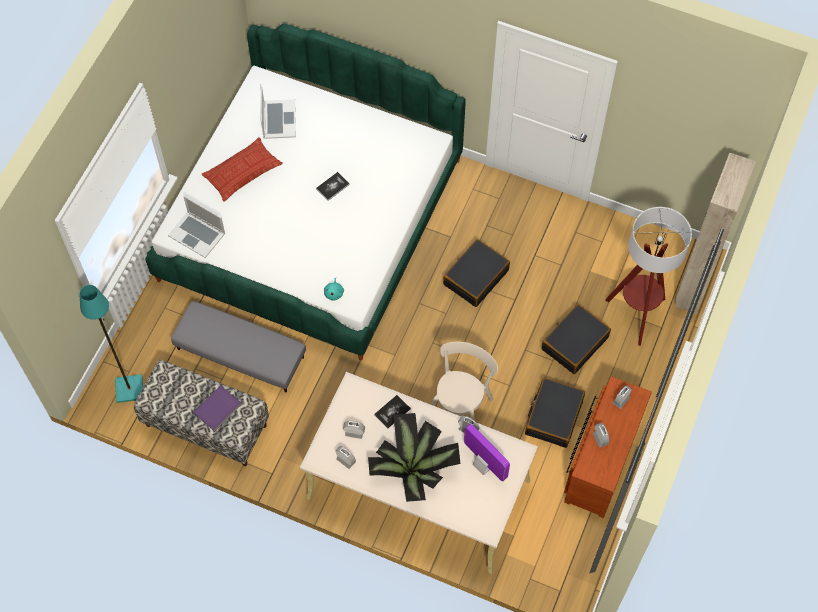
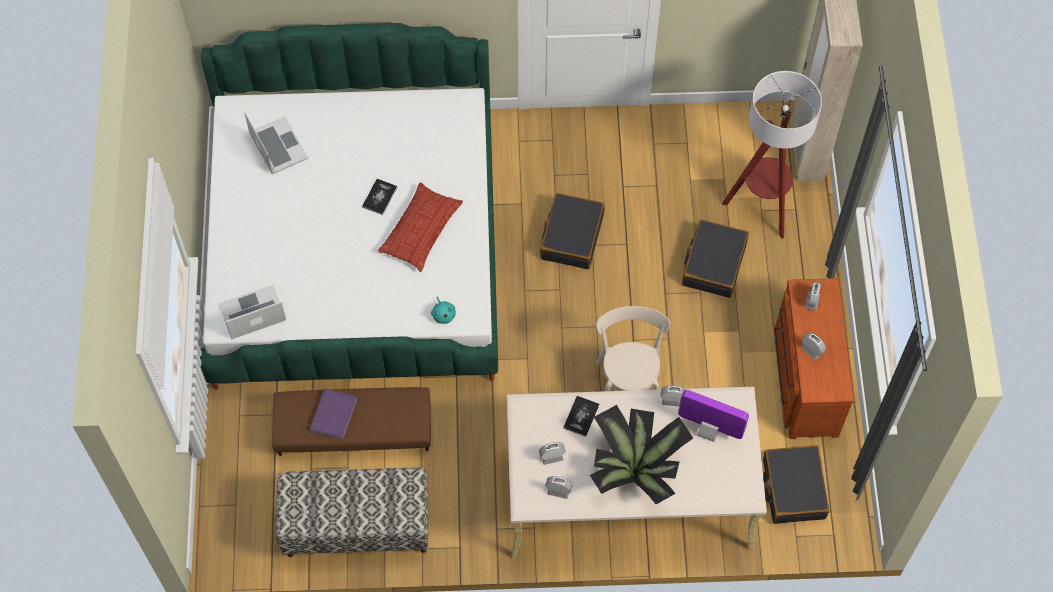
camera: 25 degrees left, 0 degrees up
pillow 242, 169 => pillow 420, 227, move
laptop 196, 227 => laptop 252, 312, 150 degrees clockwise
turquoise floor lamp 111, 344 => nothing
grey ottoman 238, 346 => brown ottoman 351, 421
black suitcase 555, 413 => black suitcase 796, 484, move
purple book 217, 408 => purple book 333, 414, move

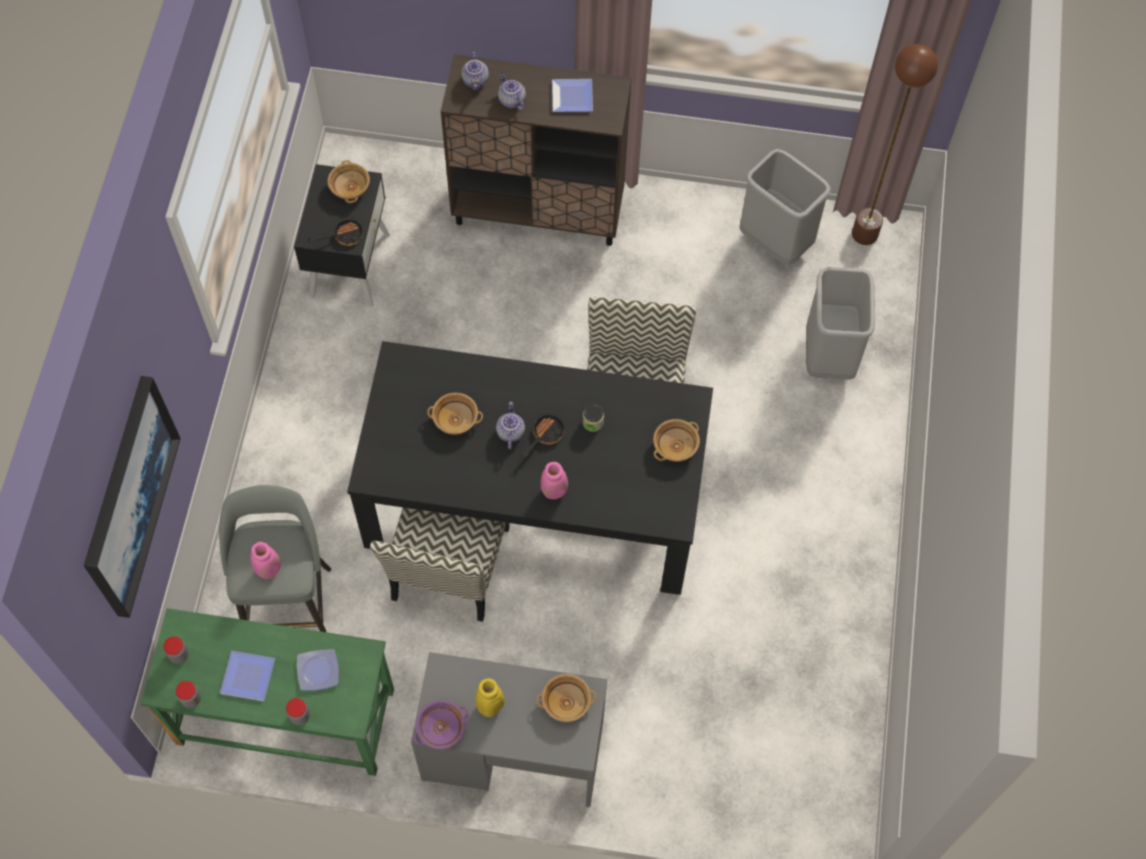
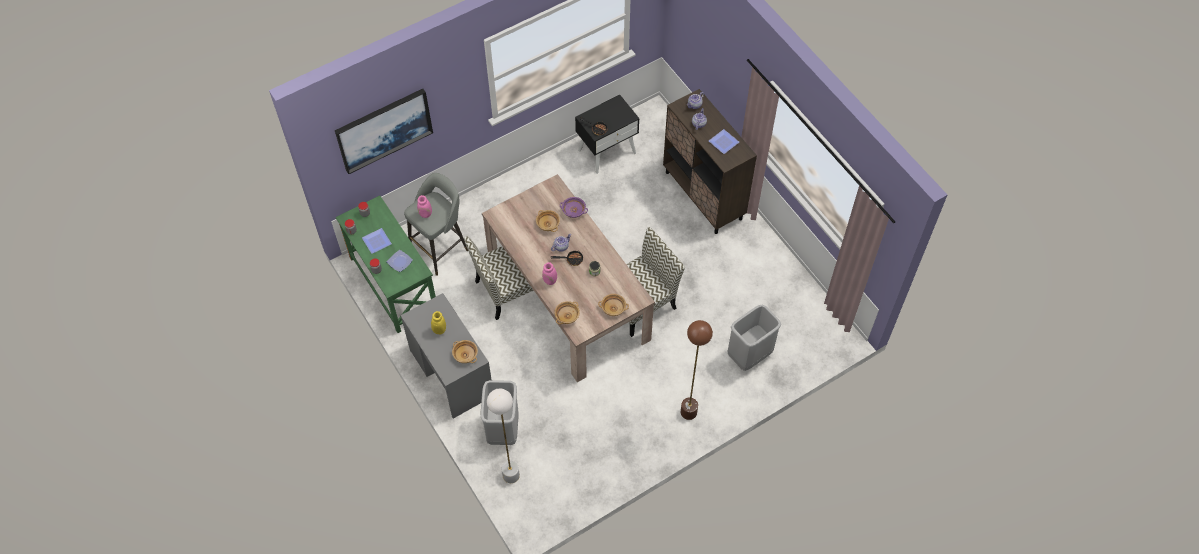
camera: 50 degrees right, 5 degrees down
brown floor lamp 895, 144 => brown floor lamp 697, 370, move
grey trash can 785, 207 => grey trash can 500, 412, move
beige bowl 348, 181 => beige bowl 567, 313, move
black dining table 530, 468 => beige dining table 568, 278
purple bowl 440, 724 => purple bowl 574, 207, move
nothing => white floor lamp 503, 435

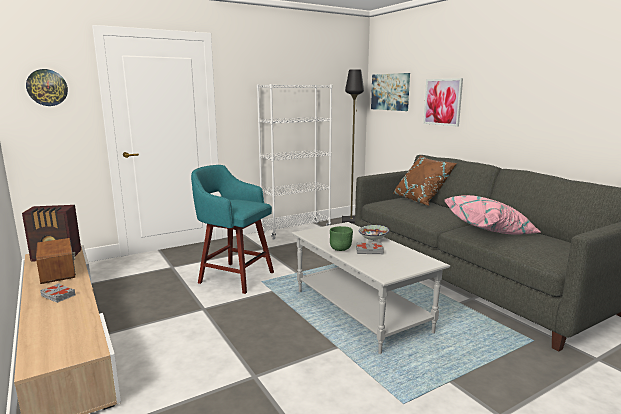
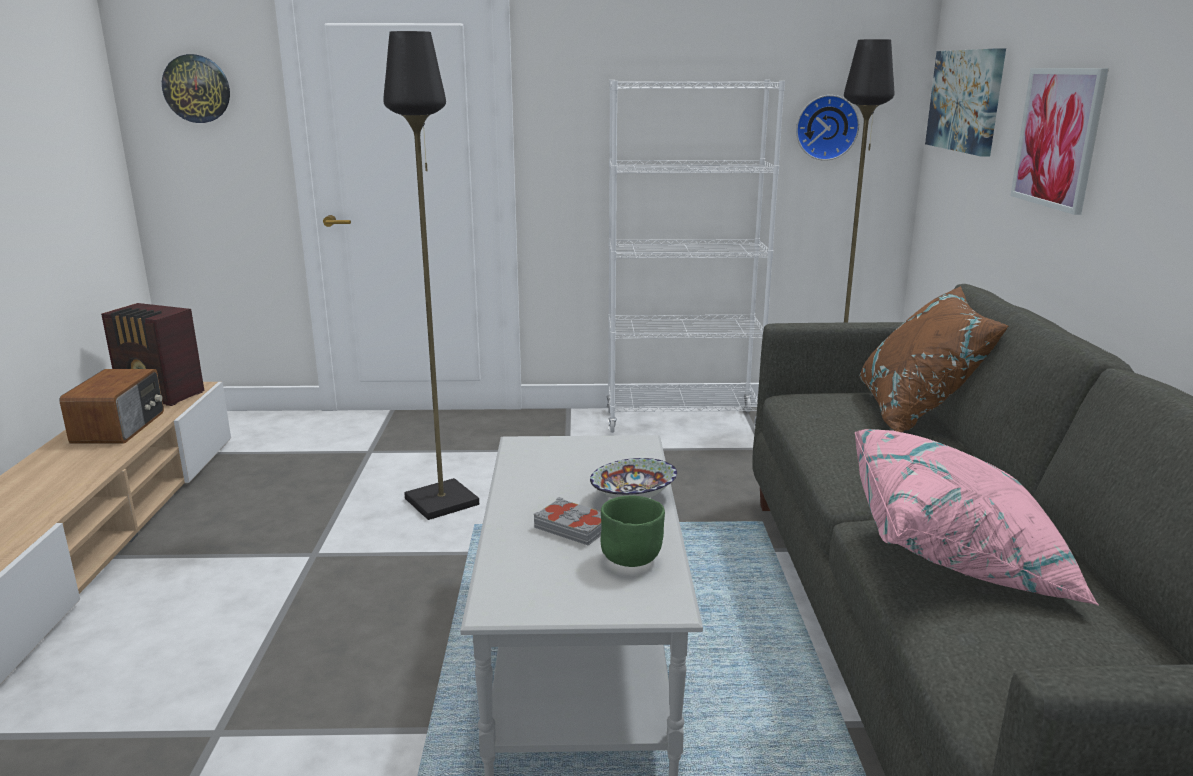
camera: 30 degrees right, 5 degrees up
turquoise stool 232, 229 => black floor lamp 431, 275
green bowl 341, 238 => green bowl 633, 531, move
grey book 57, 293 => nothing
nothing => wall clock 827, 128

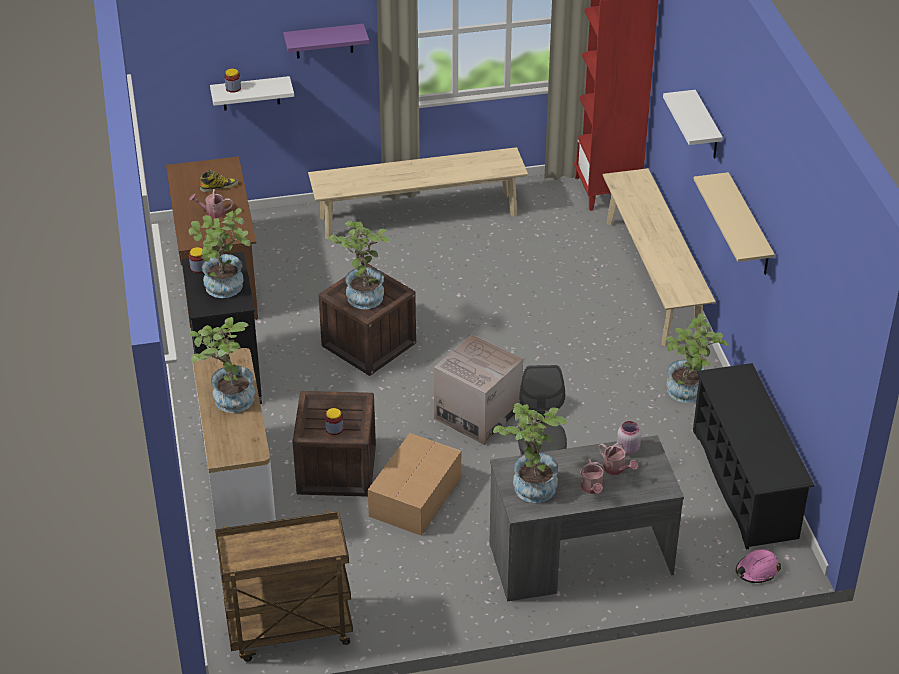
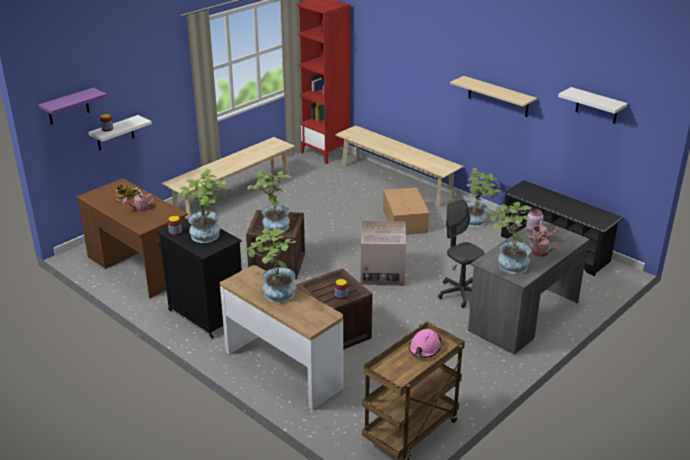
camera: 35 degrees left, 10 degrees down
purple shelf 326, 41 => purple shelf 73, 106, move
white shelf 693, 124 => white shelf 593, 105, move
cardboard box 414, 484 => cardboard box 406, 211, move
pink hard hat 758, 566 => pink hard hat 425, 343, move

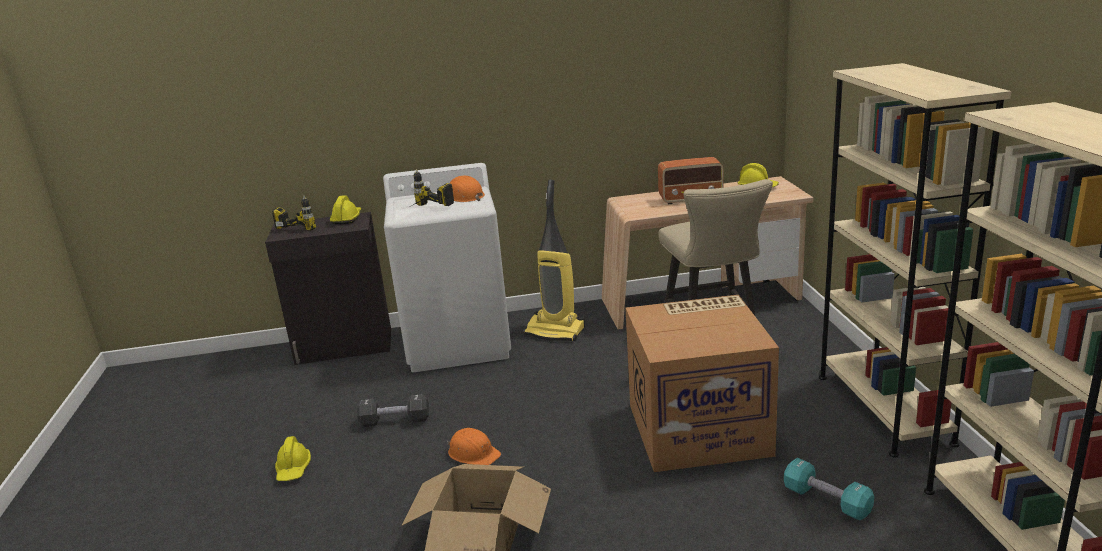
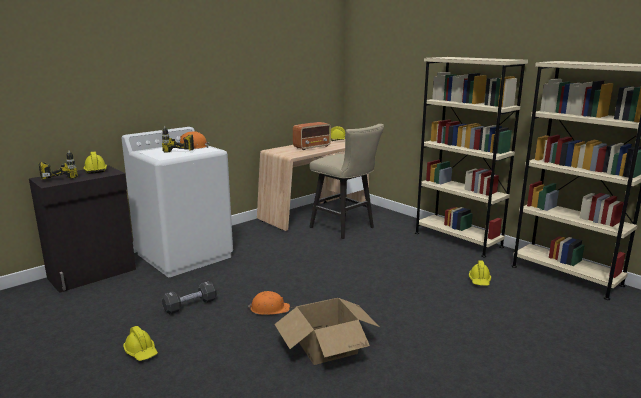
camera: 35 degrees left, 5 degrees down
vacuum cleaner 554, 260 => nothing
cardboard box 702, 383 => nothing
turquoise dumbbell 829, 489 => yellow hard hat 480, 273

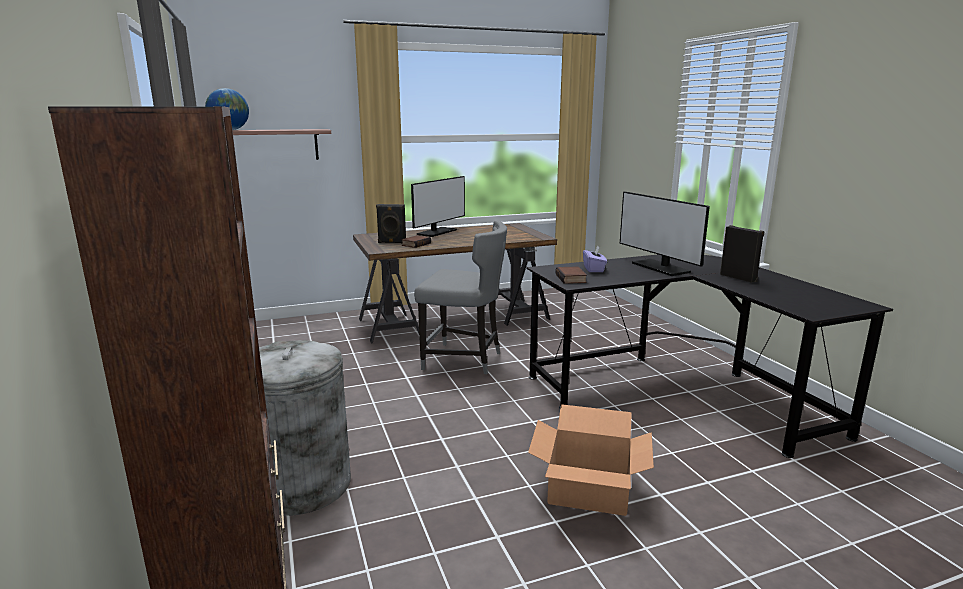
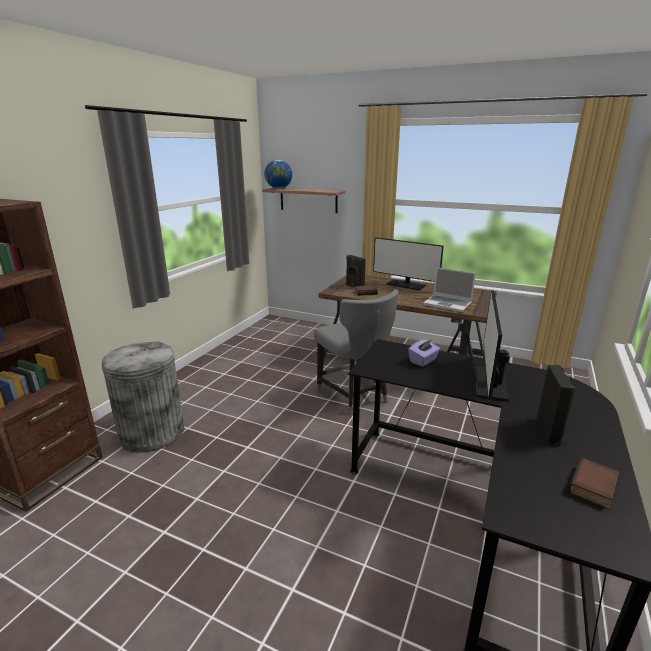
camera: 45 degrees right, 5 degrees up
monitor 438, 206 => monitor 408, 263, 45 degrees clockwise
book 571, 275 => book 593, 483, move
cardboard box 591, 460 => nothing
nothing => laptop 449, 289

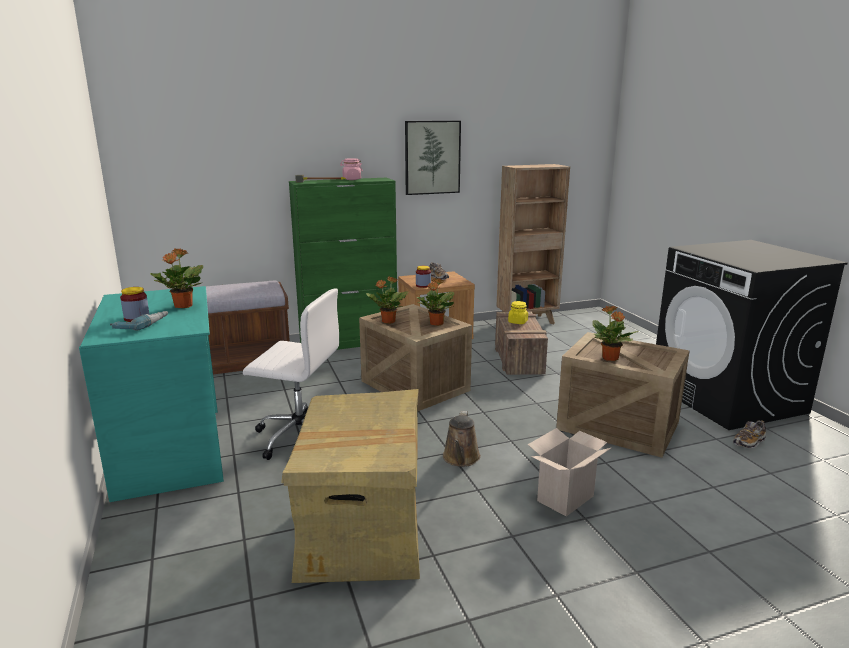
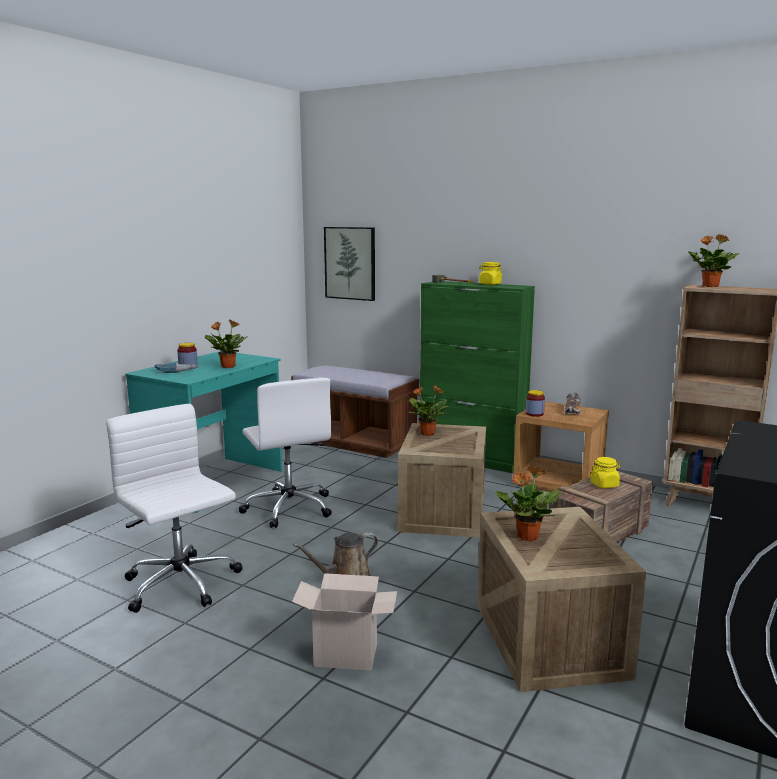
camera: 50 degrees right, 5 degrees down
picture 433, 158 => picture 349, 264, move
pink jar 351, 169 => yellow jar 490, 273
potted plant 435, 302 => potted plant 714, 260, move
cardboard box 350, 486 => white office chair 174, 508
shoe 749, 434 => nothing

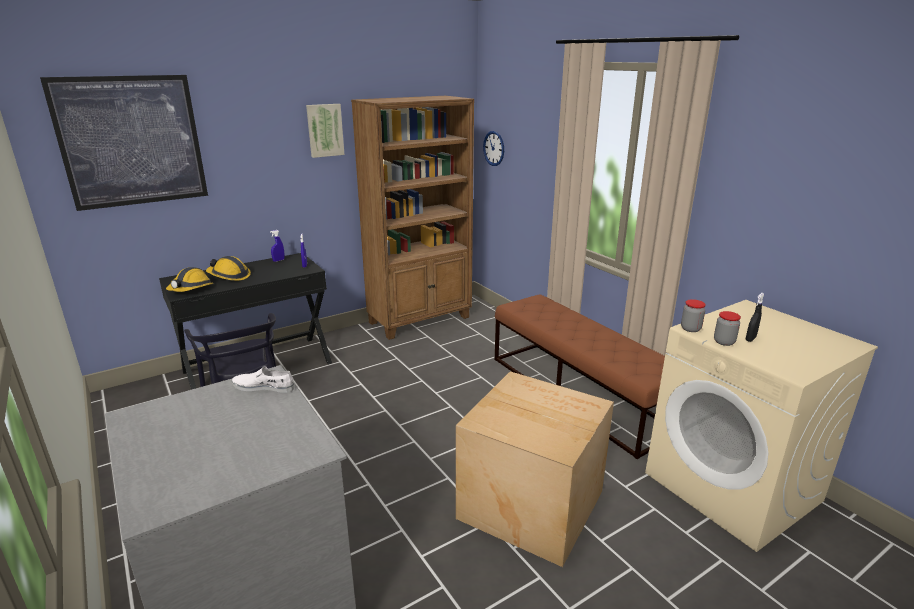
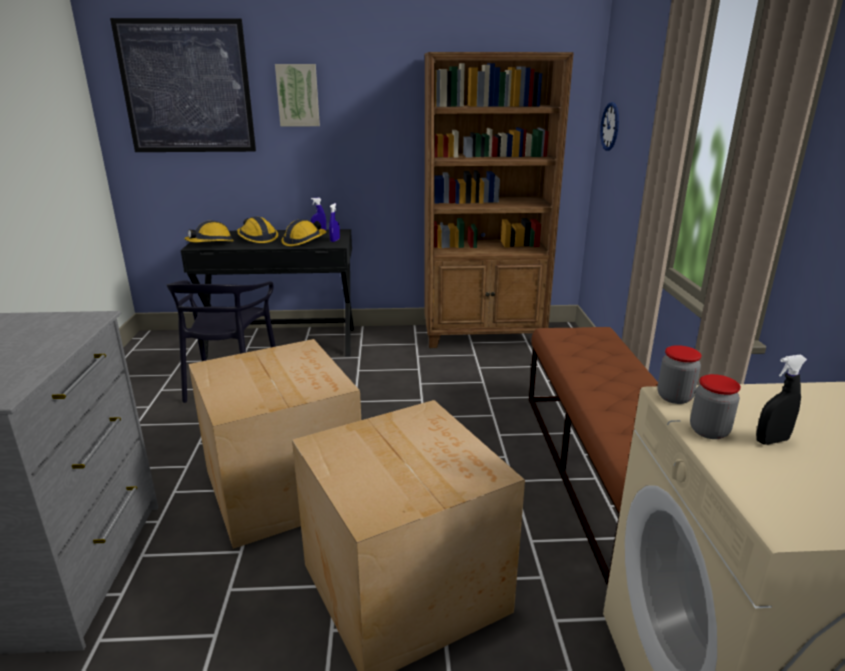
camera: 30 degrees right, 0 degrees up
picture 325, 131 => picture 297, 95, move
white shoe 263, 380 => nothing
nothing => hard hat 303, 232
nothing => cardboard box 275, 444

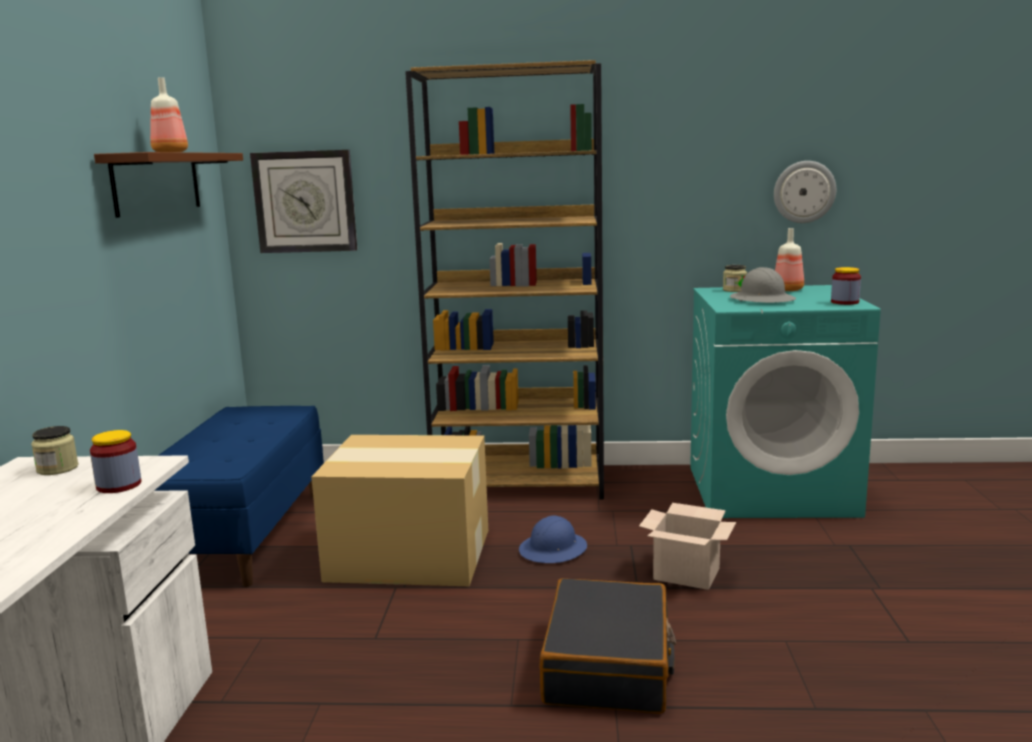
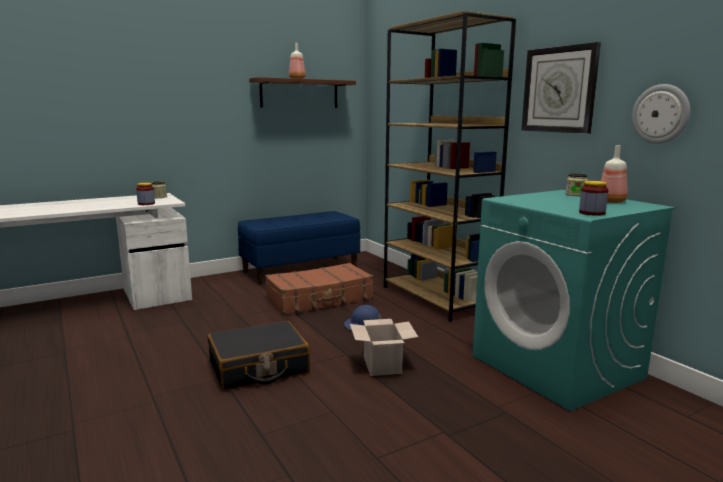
camera: 55 degrees right, 0 degrees up
wall clock 303, 201 => wall clock 561, 88, move
grey hard hat 763, 285 => nothing
cardboard box 399, 510 => brown suitcase 319, 289

